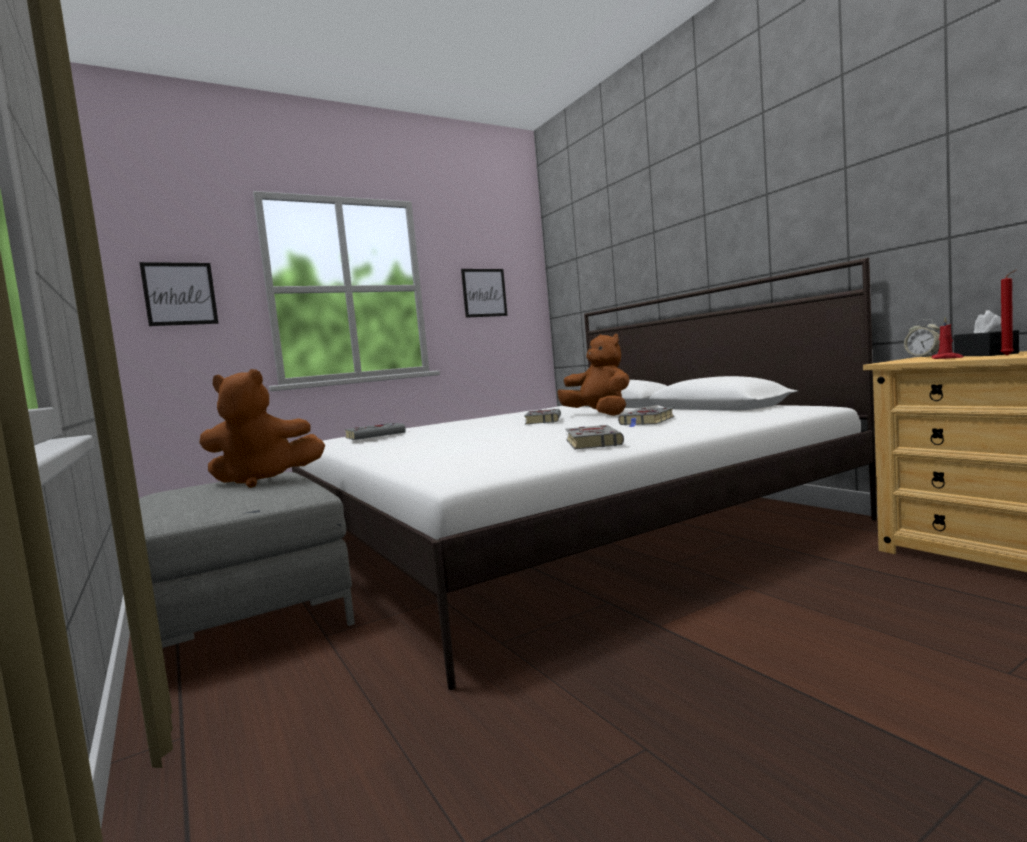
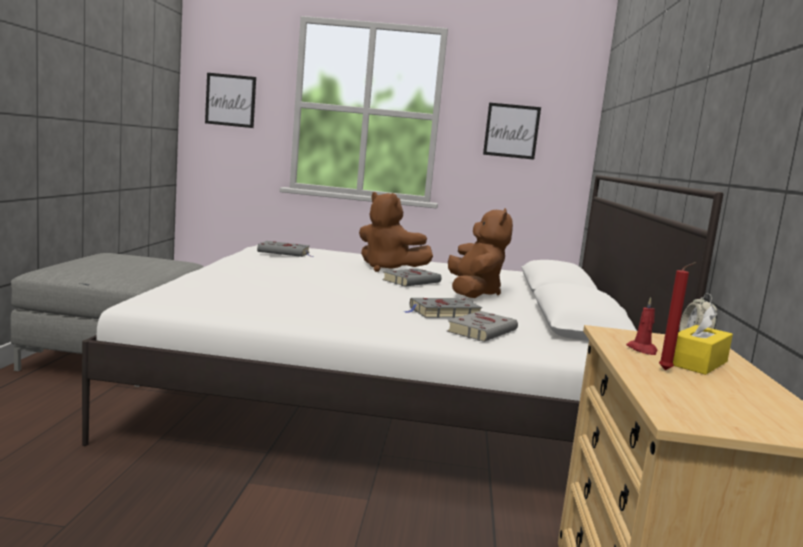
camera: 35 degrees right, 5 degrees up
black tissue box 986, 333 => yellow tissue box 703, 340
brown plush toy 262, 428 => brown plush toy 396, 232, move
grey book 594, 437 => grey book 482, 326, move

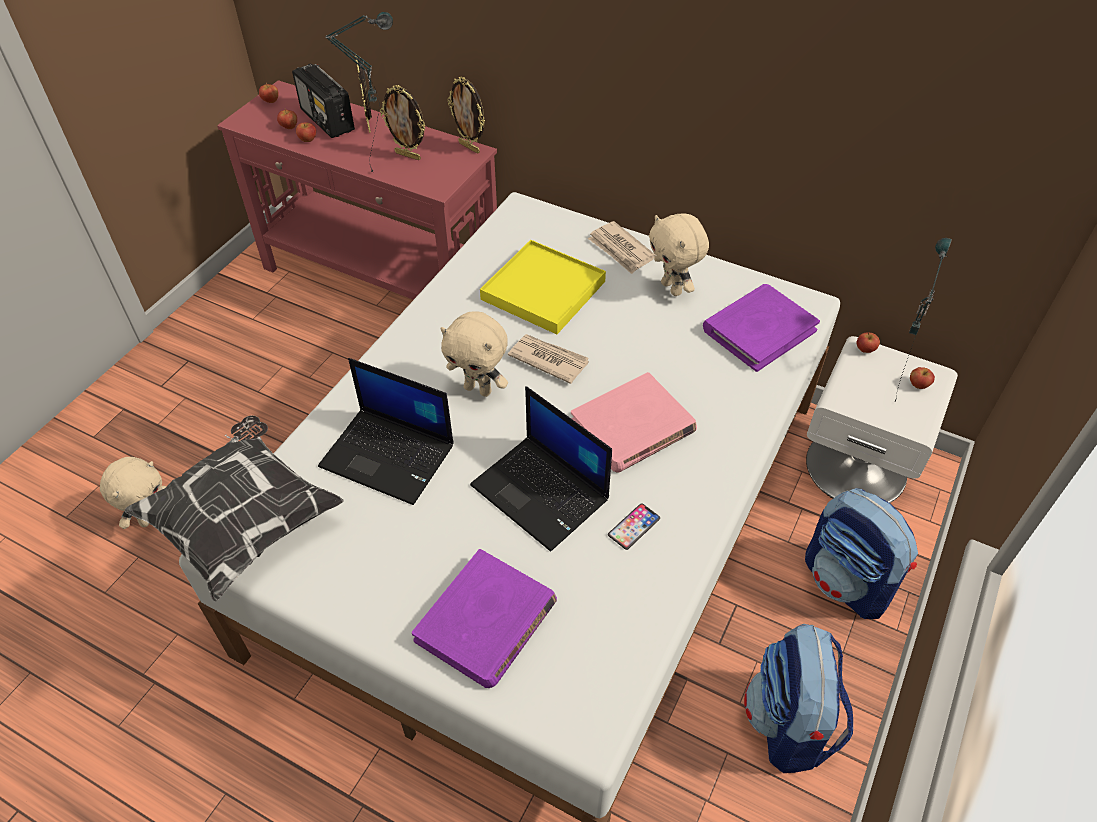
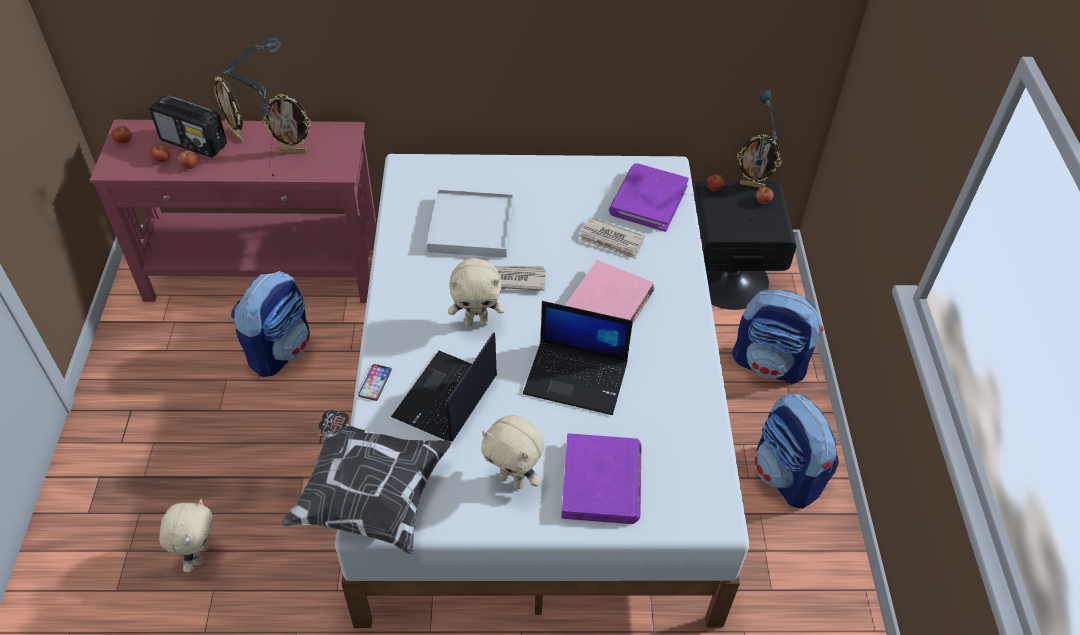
camera: 30 degrees left, 0 degrees up
picture frame 466, 115 => picture frame 759, 161, move
beige plush toy 679, 255 => beige plush toy 513, 452, move
newspaper 622, 247 => newspaper 612, 238, move
yellow tray 543, 287 => white tray 470, 223
white nightstand 882, 419 => black nightstand 745, 245
laptop 386, 431 => laptop 444, 387, 120 degrees clockwise
phone 634, 526 => phone 375, 382, move
nothing => backpack 270, 324

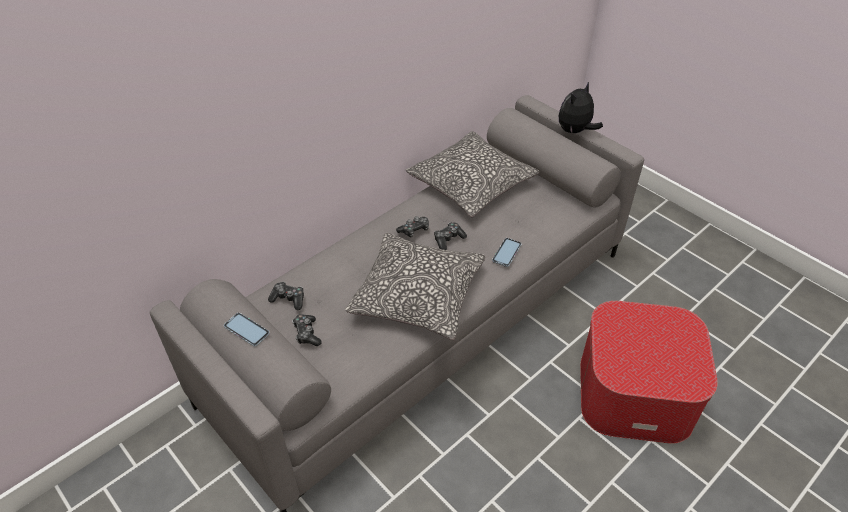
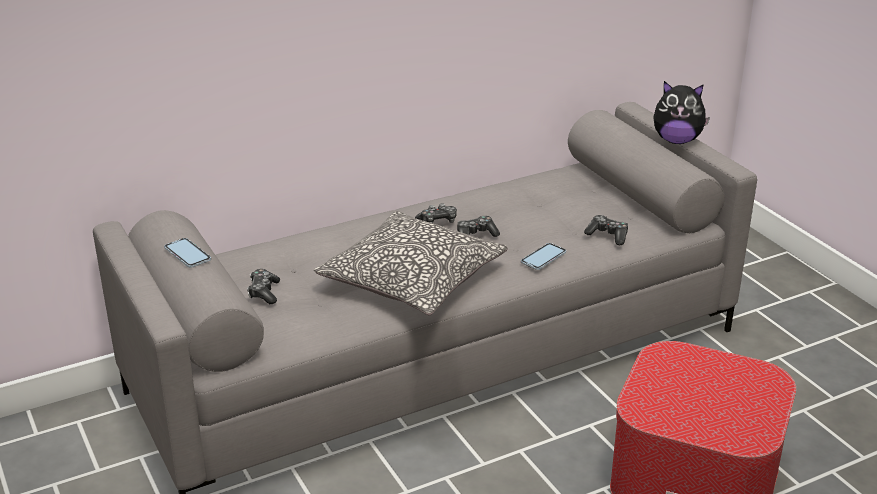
camera: 15 degrees right, 15 degrees down
plush toy 581, 108 => plush toy 681, 112, 135 degrees counterclockwise
pillow 472, 174 => nothing
game controller 286, 296 => game controller 606, 230, move

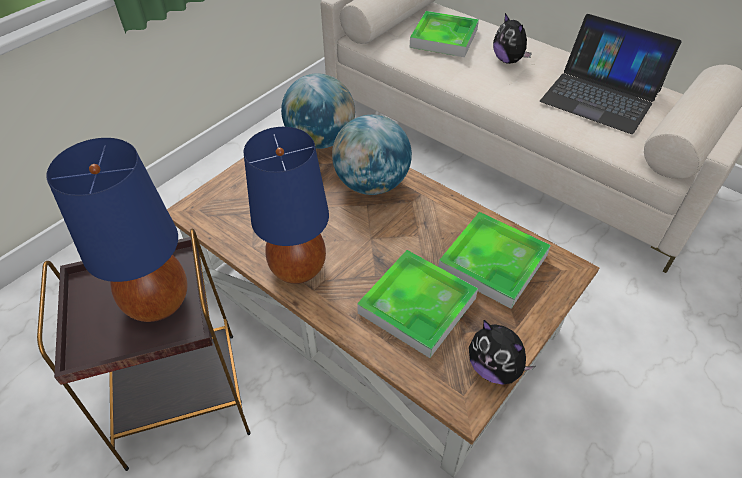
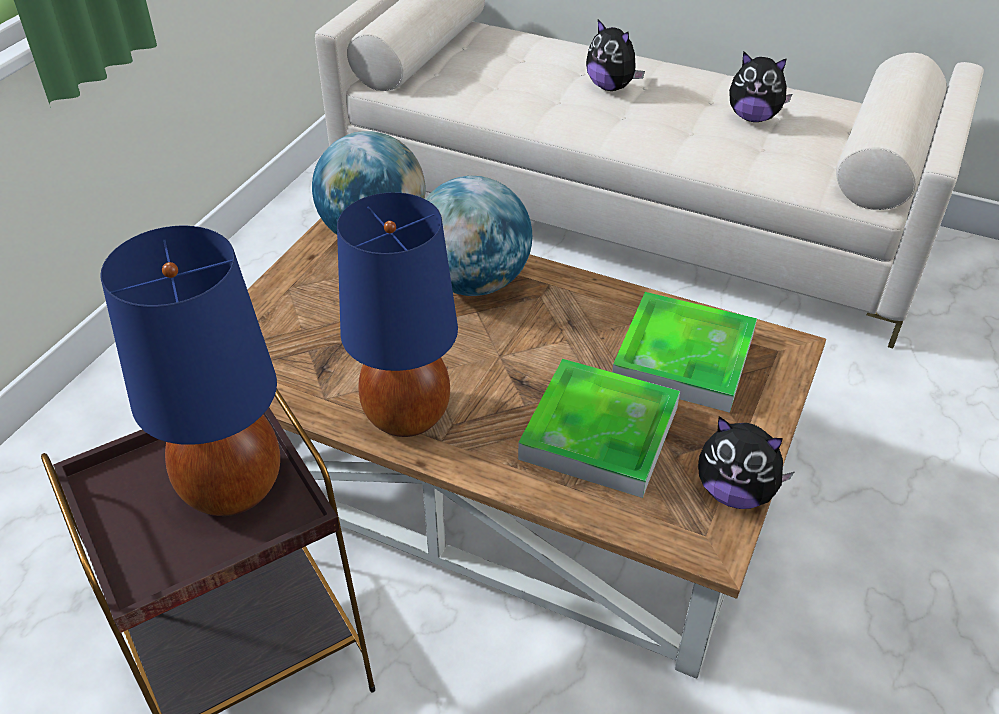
camera: 15 degrees left, 5 degrees down
tray 444, 34 => nothing
laptop 610, 74 => plush toy 760, 87

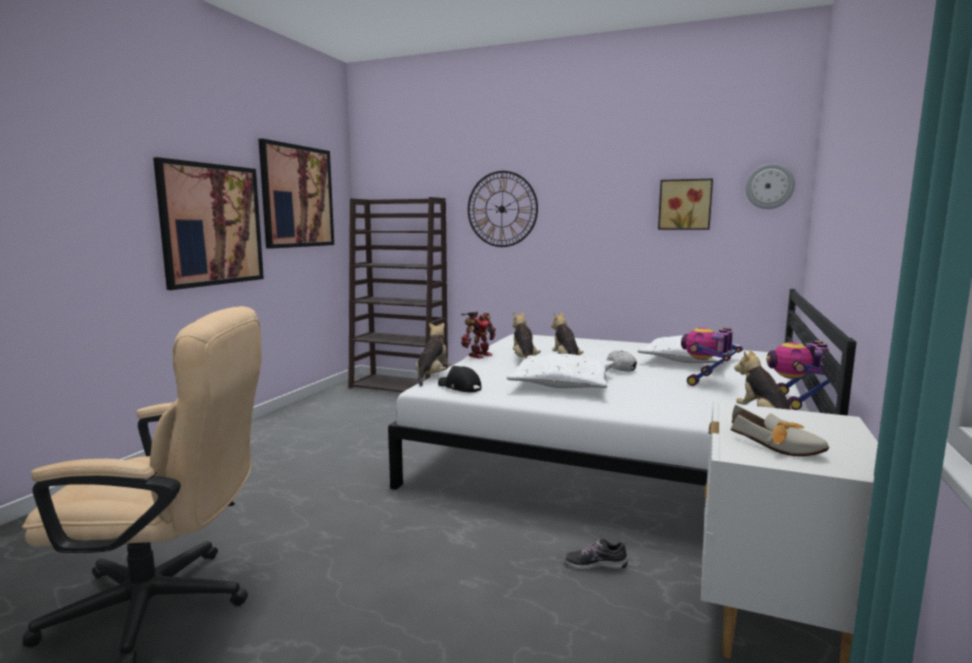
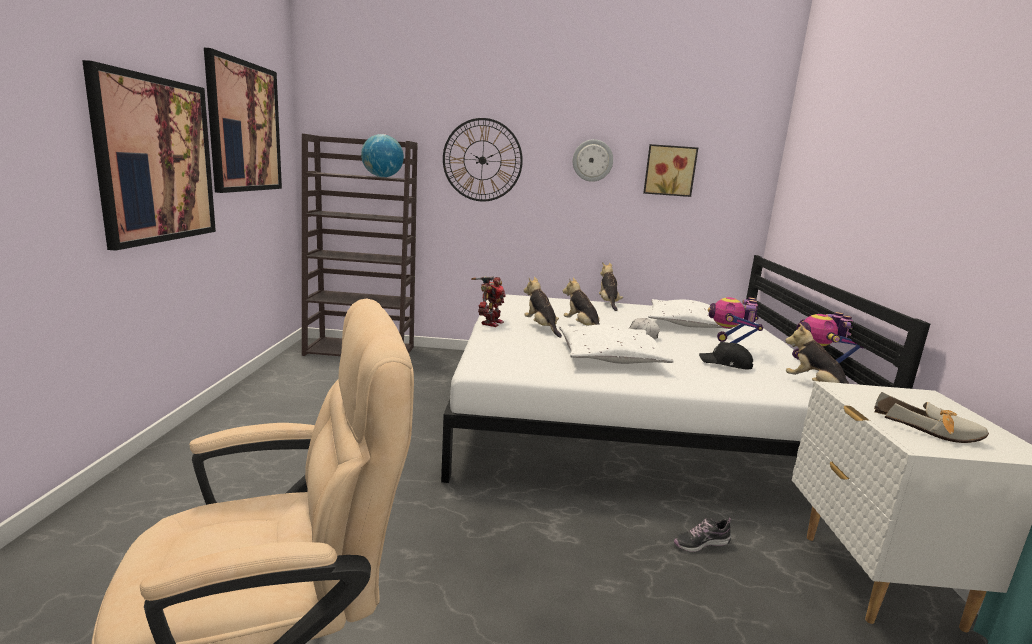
camera: 20 degrees left, 5 degrees up
wall clock 770, 186 => wall clock 593, 160, move
plush toy 434, 354 => plush toy 611, 286, move
black cap 459, 379 => black cap 726, 355, move
nothing => globe 382, 155

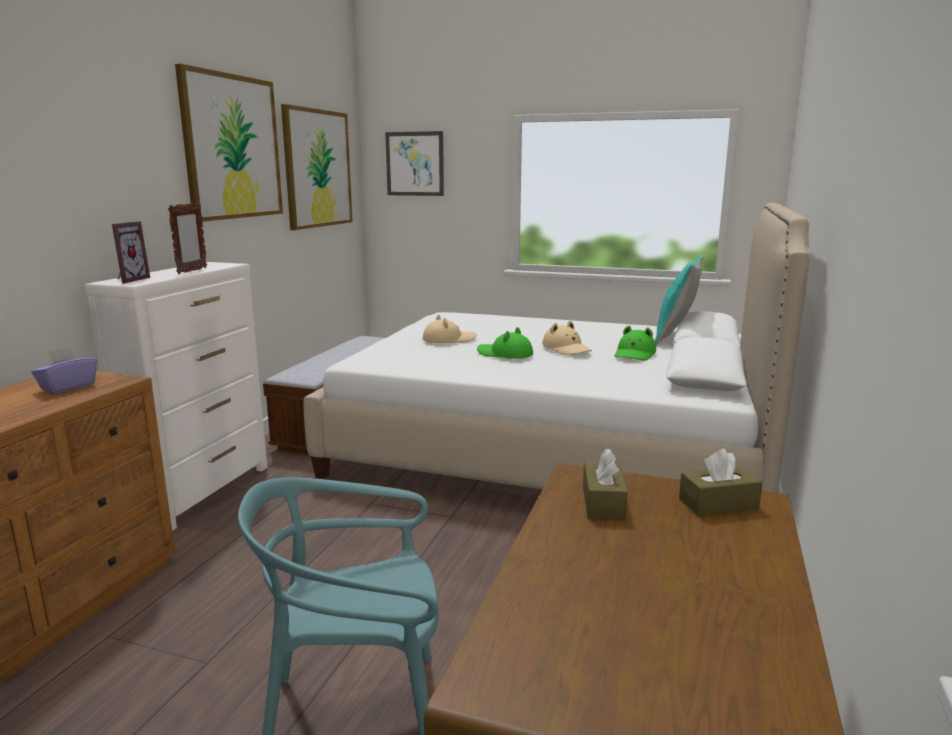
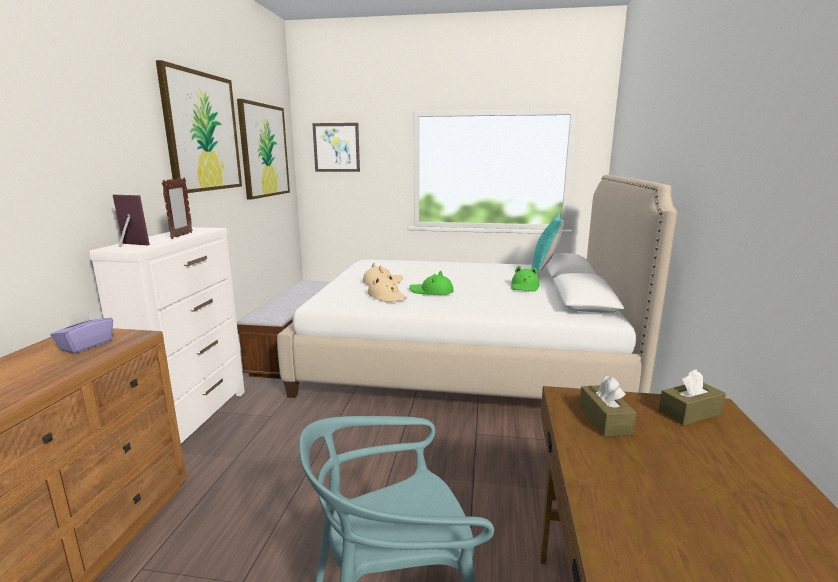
camera: 10 degrees left, 0 degrees up
picture frame 131, 252 => picture frame 131, 221, 75 degrees counterclockwise
beige hat 567, 338 => beige hat 387, 288, move

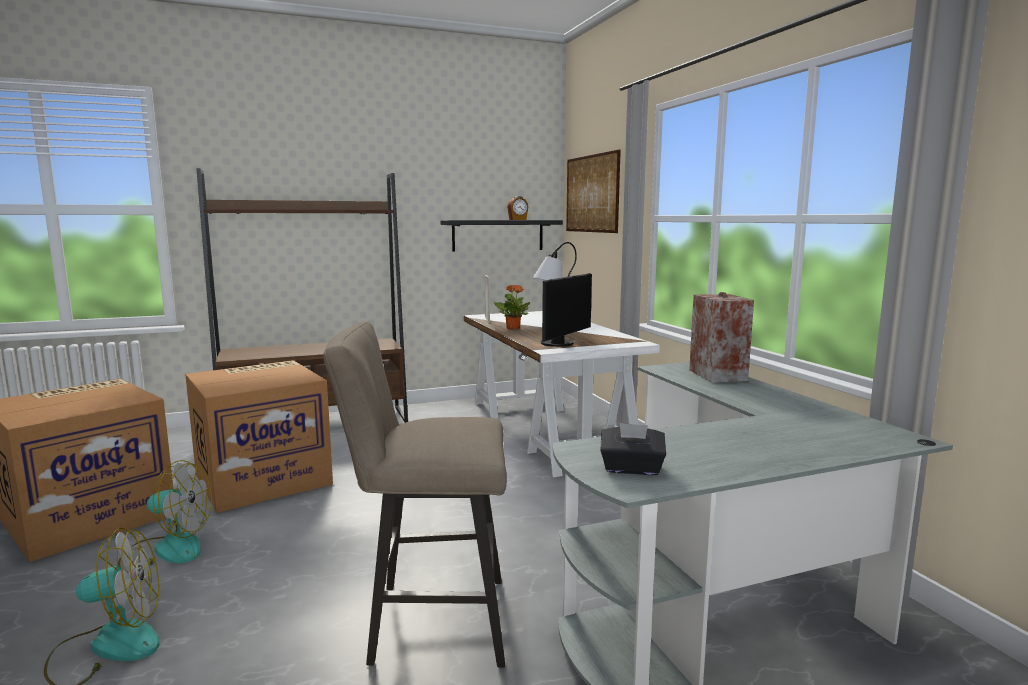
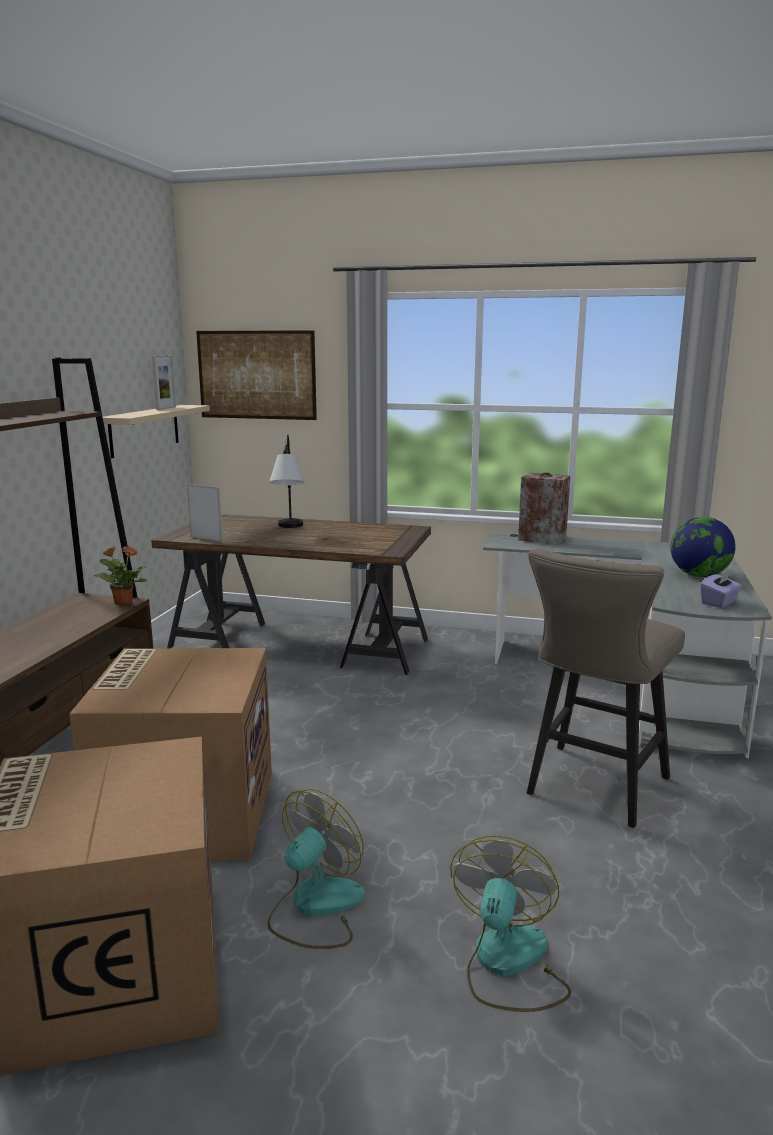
camera: 55 degrees left, 5 degrees up
alarm clock 517, 208 => picture frame 164, 382
black shelf 502, 236 => beige shelf 156, 431
monitor 566, 310 => nothing
potted plant 512, 307 => potted plant 120, 575, move
white desk 562, 394 => brown desk 291, 594
black tissue box 633, 449 => purple tissue box 721, 589
nothing => globe 702, 547

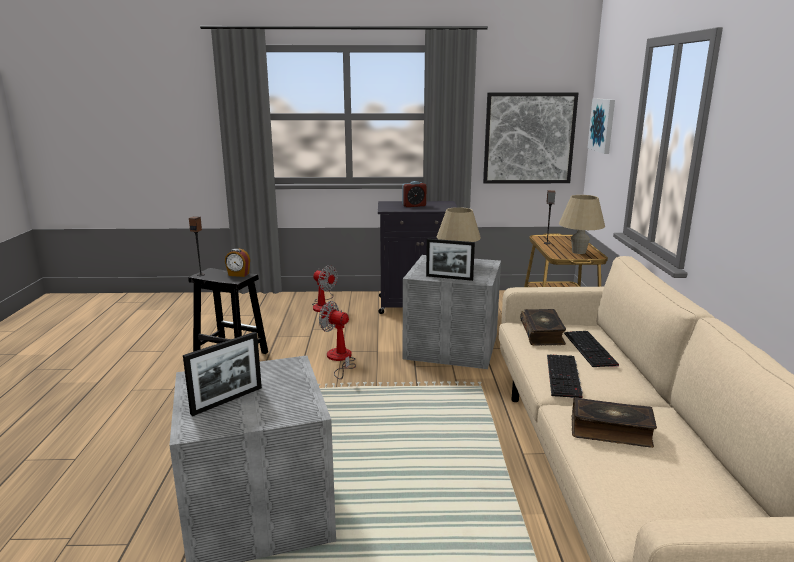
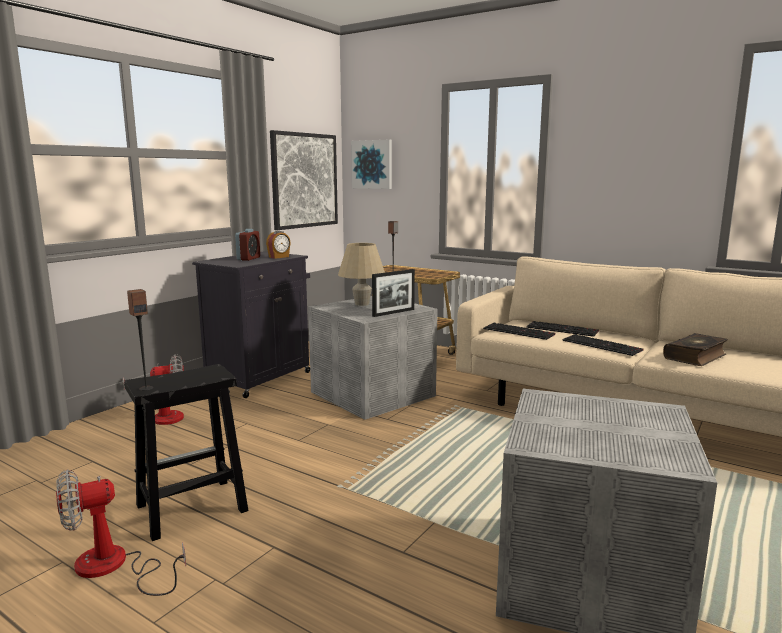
camera: 55 degrees left, 5 degrees down
beige table lamp 582, 224 => nothing
alarm clock 237, 263 => alarm clock 278, 245, move
fan 337, 340 => fan 121, 532, move
book 543, 327 => keyboard 519, 331
picture frame 222, 374 => nothing

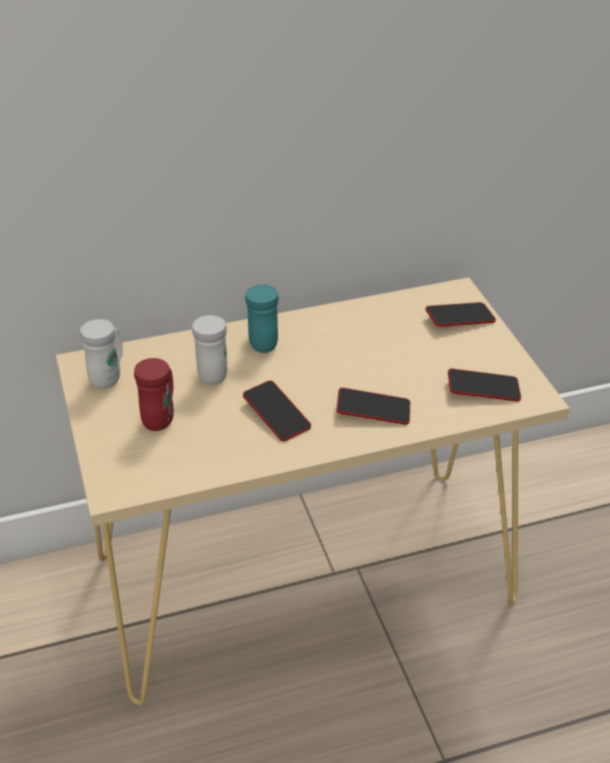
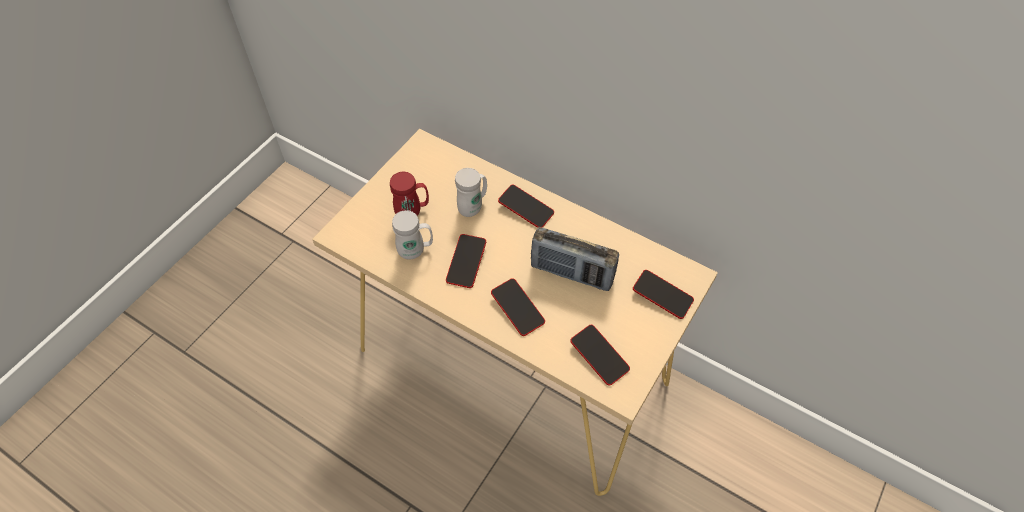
camera: 50 degrees right, 15 degrees up
turquoise mug 262, 319 => phone 526, 206
white mug 101, 354 => white mug 412, 234, move
nothing => radio 575, 259

